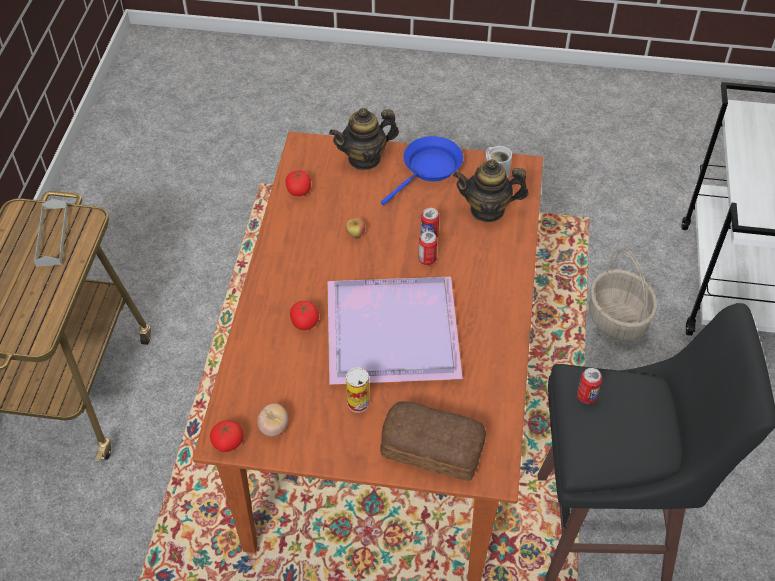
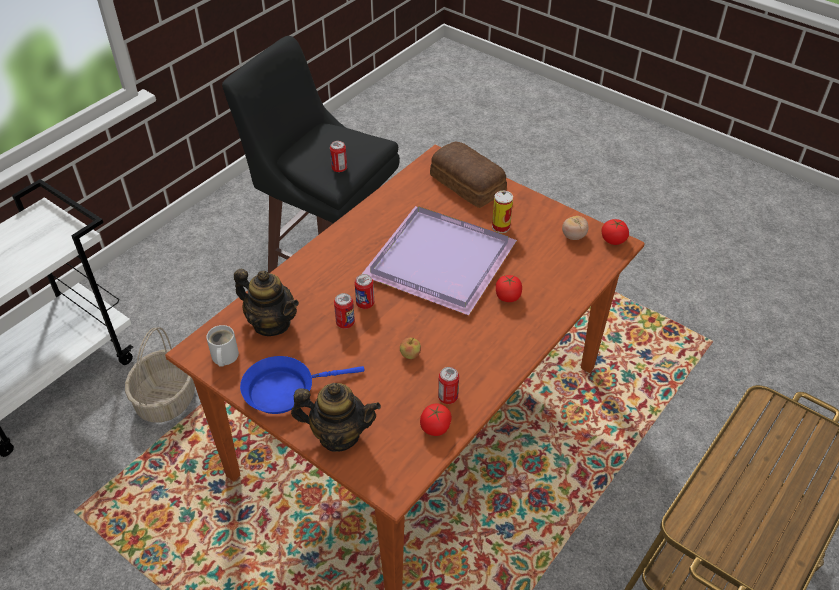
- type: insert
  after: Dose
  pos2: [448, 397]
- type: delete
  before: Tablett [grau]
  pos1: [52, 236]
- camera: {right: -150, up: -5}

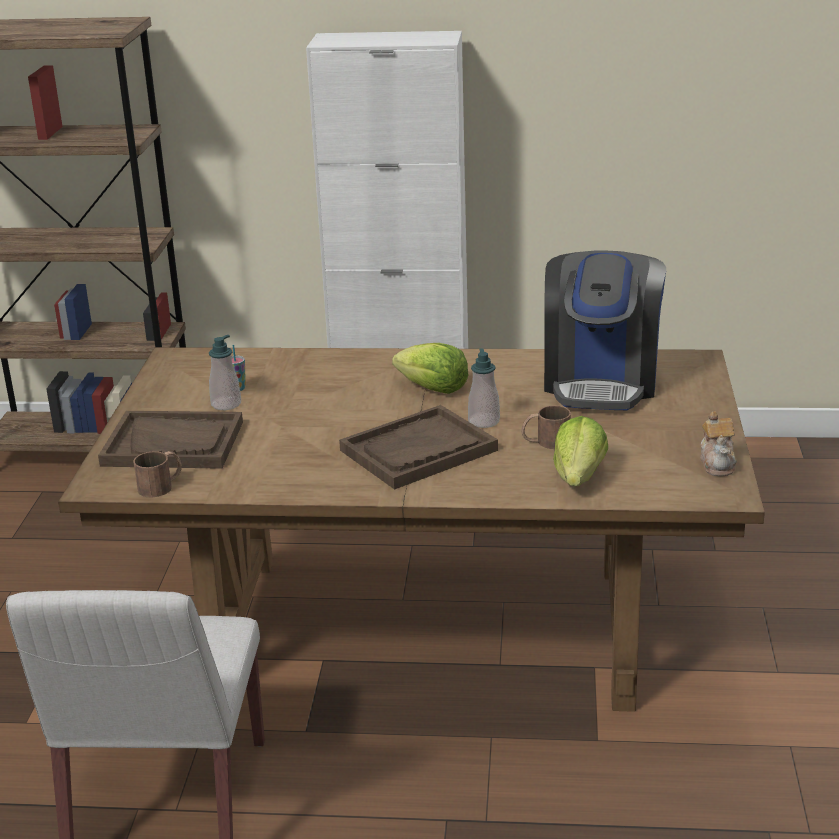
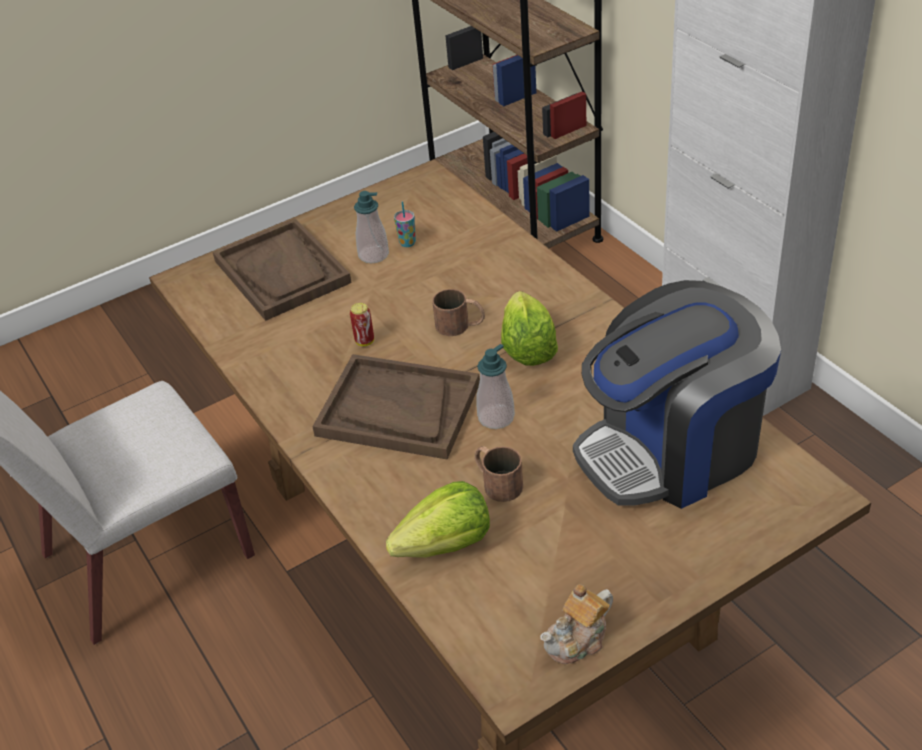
- type: insert
  after: Dose
  pos2: [365, 341]
- type: move
  before: Henkelbecher [braun]
  pos1: [162, 485]
  pos2: [460, 325]
- camera: {right: 55, up: 15}

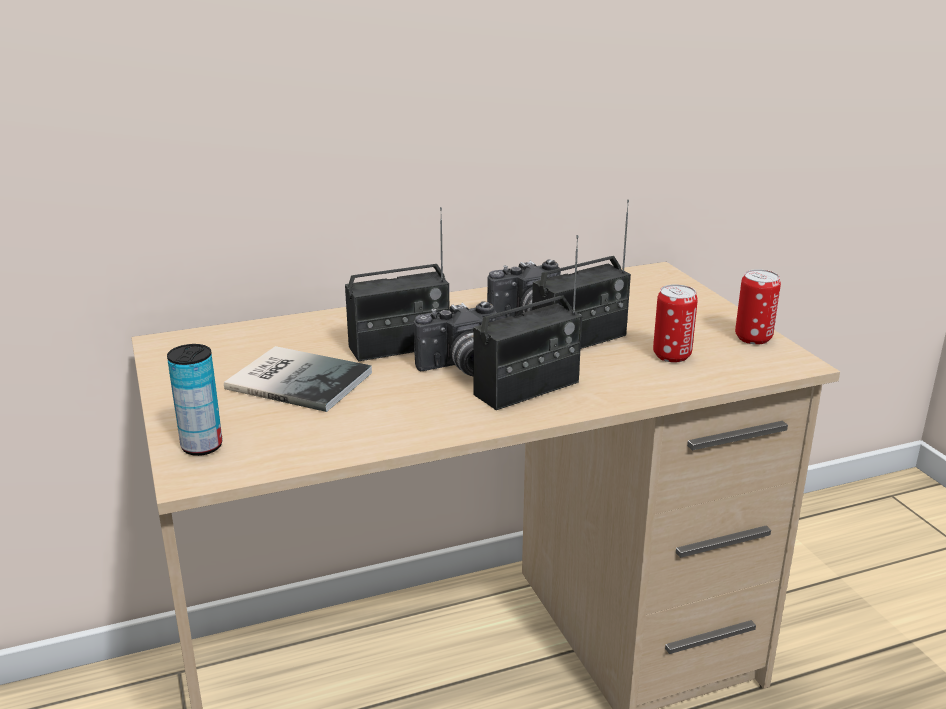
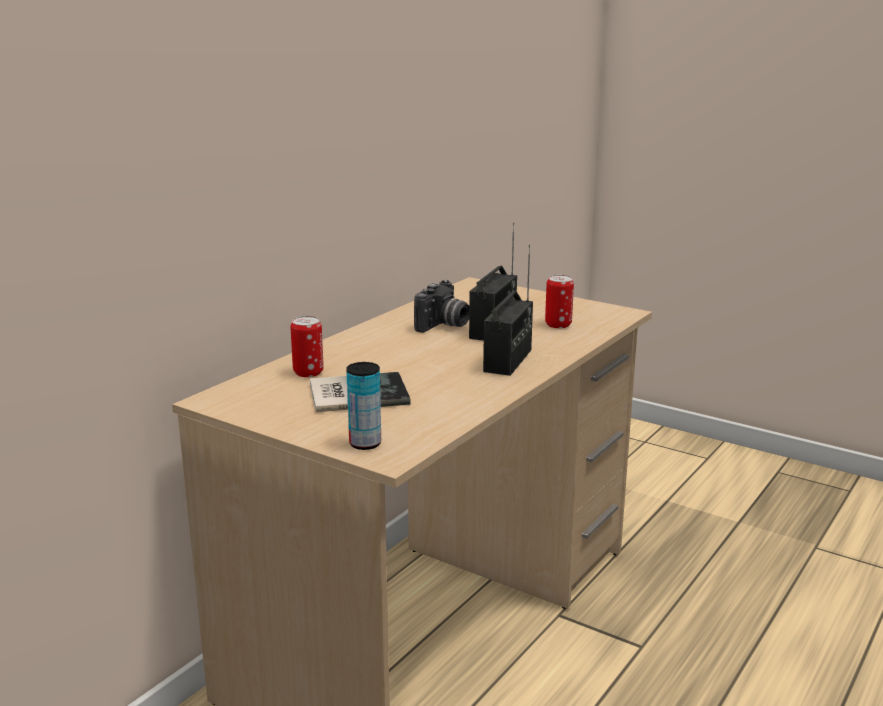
- type: move
  before: Dose
  pos1: [753, 338]
  pos2: [308, 372]
- type: delete
  before: Radio
  pos1: [399, 347]
- type: delete
  before: Kamera
  pos1: [462, 368]
- camera: {right: -35, up: -5}

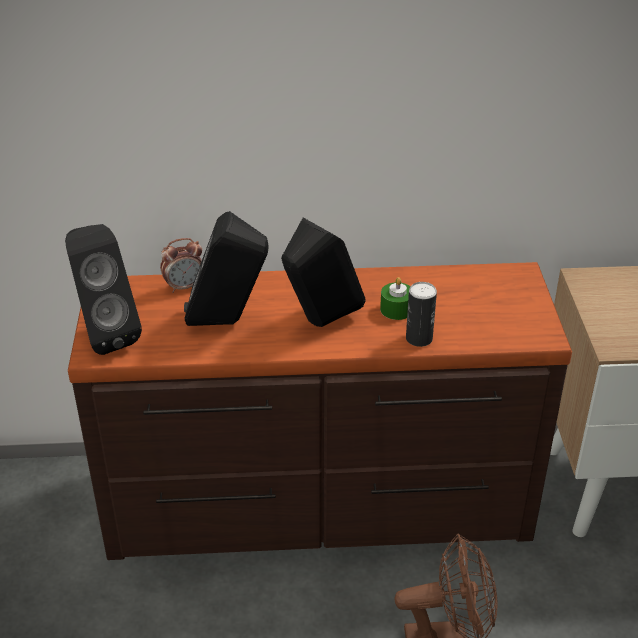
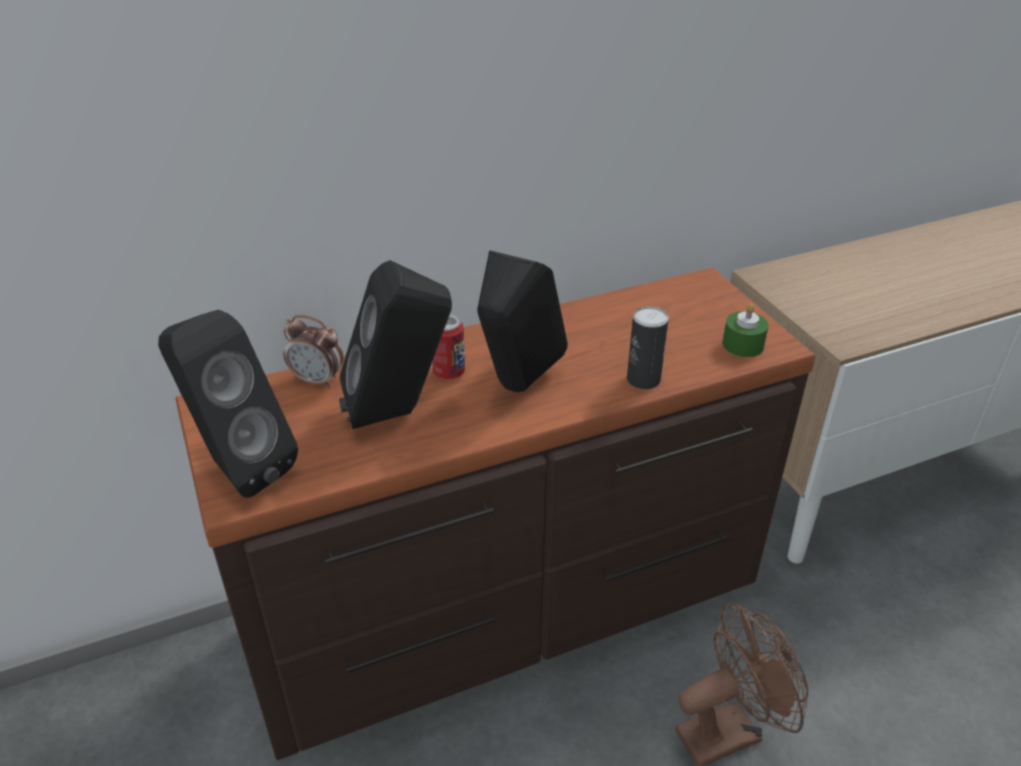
- type: rotate
  before: Wecker
  pos1: [184, 287]
  pos2: [318, 380]
  turn: 60
- type: insert
  after: Dose
  pos2: [449, 372]
- type: move
  before: Kerze [grün]
  pos1: [396, 309]
  pos2: [743, 345]
- camera: {right: -20, up: 0}

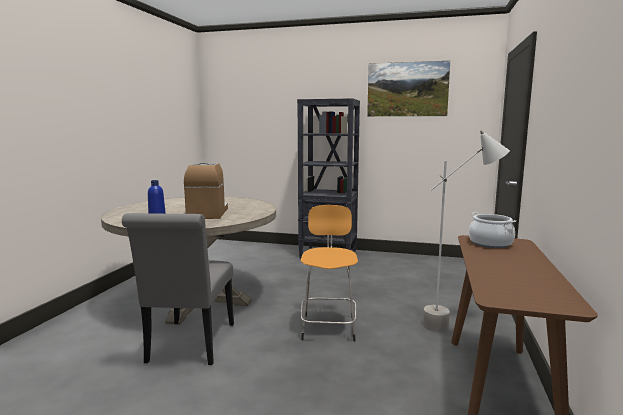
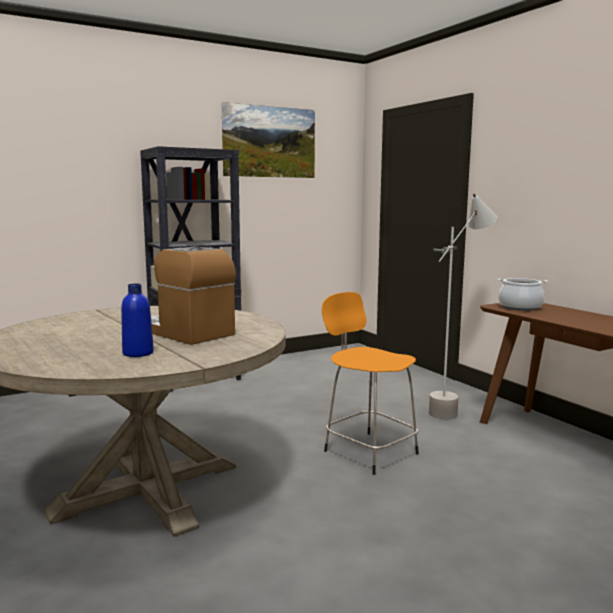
- type: delete
  before: Stuhl [grau]
  pos1: [190, 346]
- camera: {right: -45, up: 0}

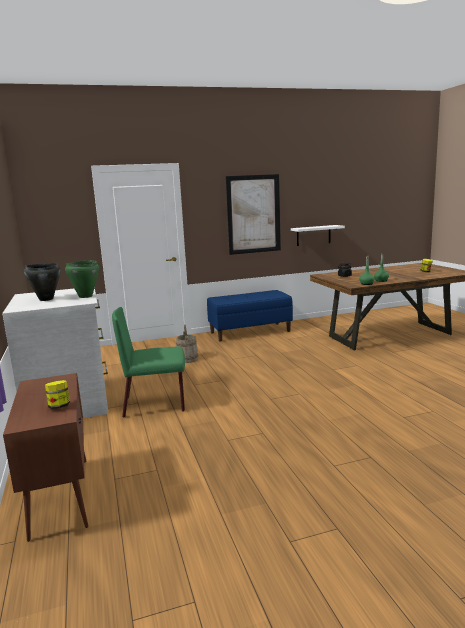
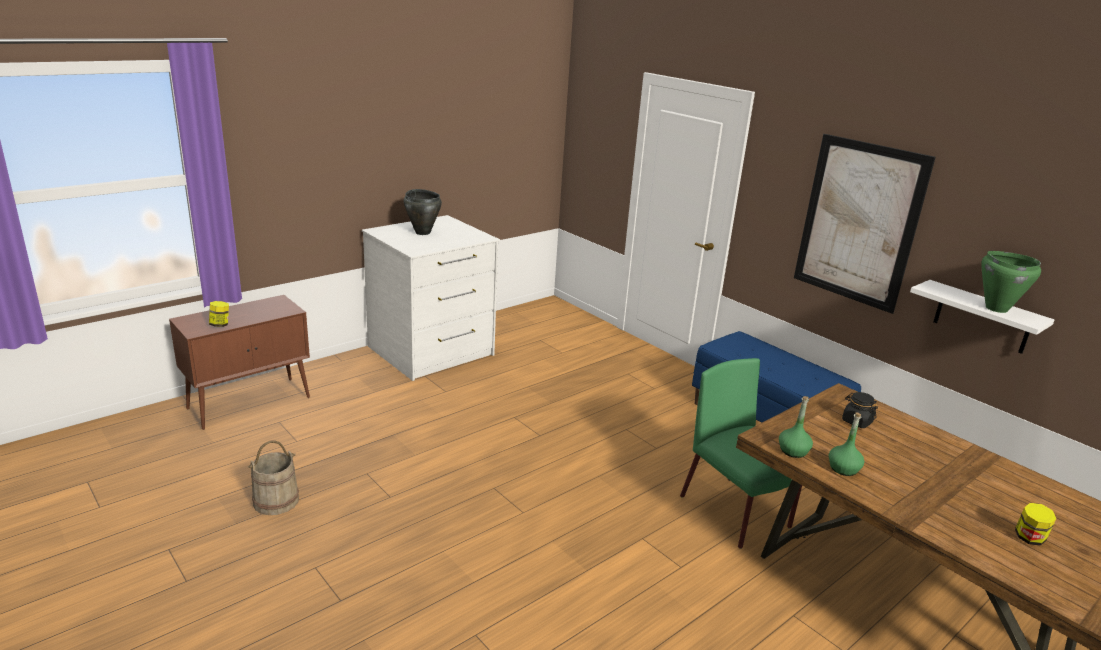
- type: move
  before: Eimer [beige]
  pos1: [187, 359]
  pos2: [276, 501]
- type: move
  before: Stuhl [grün]
  pos1: [155, 404]
  pos2: [736, 513]
- type: move
  before: Kochtopf [grün]
  pos1: [85, 296]
  pos2: [996, 308]
- camera: {right: 65, up: 10}

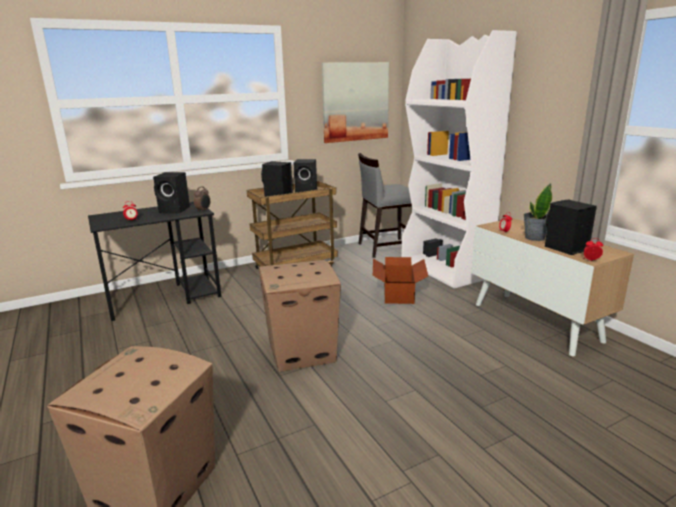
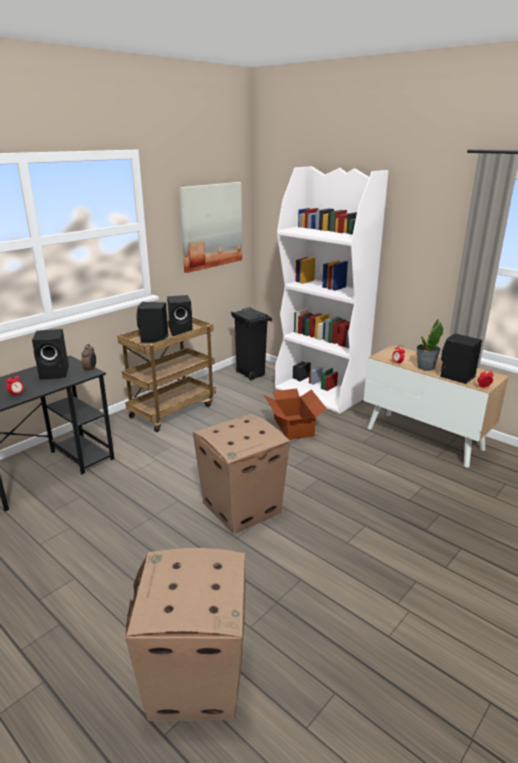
- type: replace
  before: Stuhl [grau]
  after: Mülleimer [schwarz]
  pos1: [386, 247]
  pos2: [250, 374]
- camera: {right: -20, up: 5}

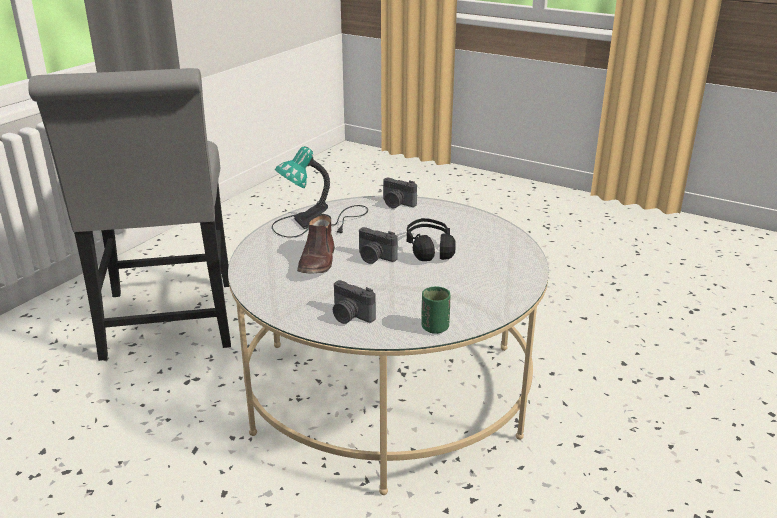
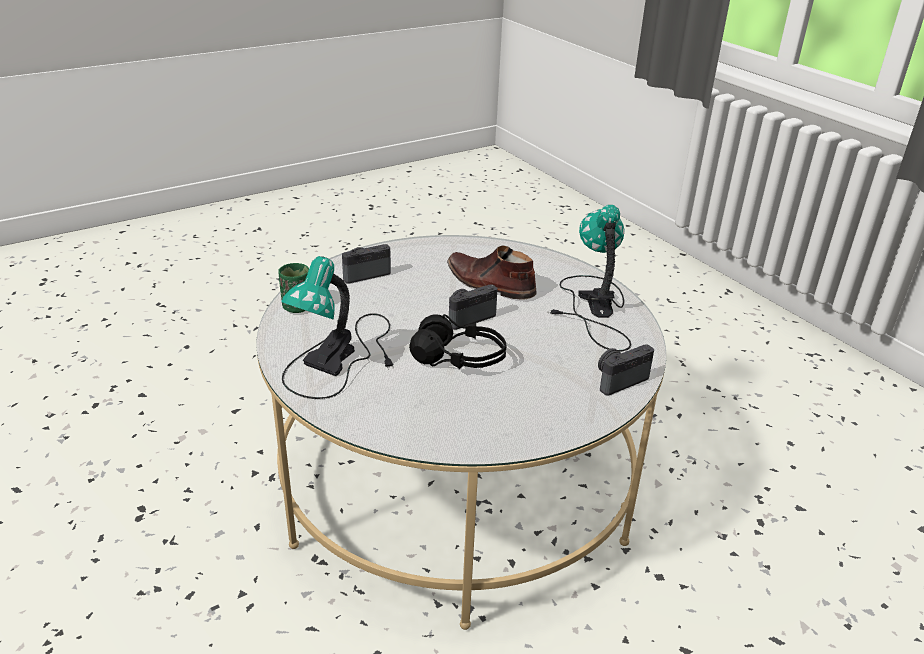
- type: insert
  after: Tischlampe
  pos2: [343, 357]
- type: delete
  before: Stuhl [grau]
  pos1: [168, 326]
- camera: {right: 115, up: 5}

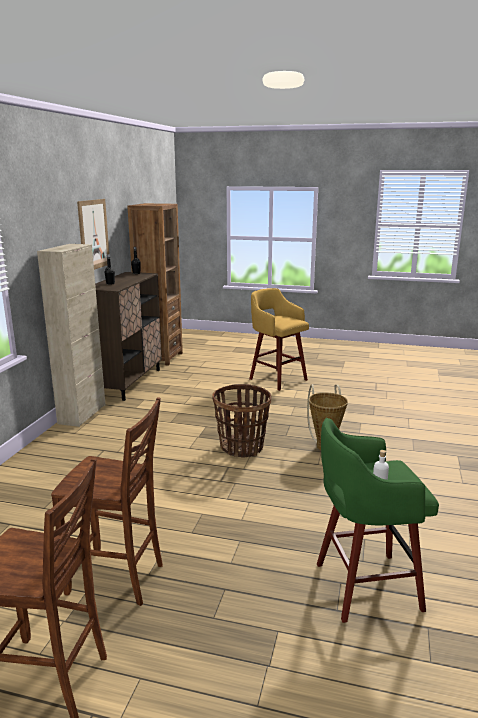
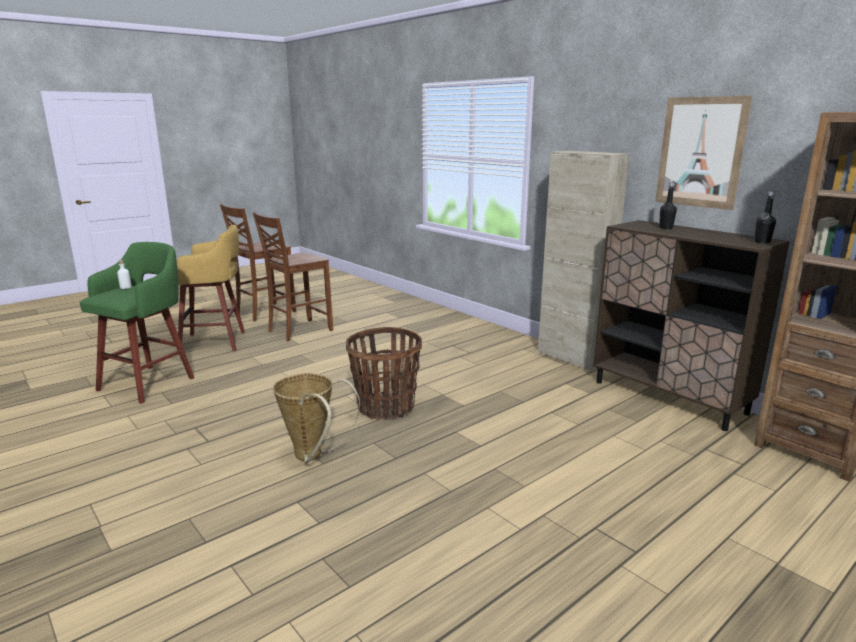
- type: move
  before: Hocker [gelb]
  pos1: [277, 379]
  pos2: [215, 342]
- camera: {right: 125, up: 0}

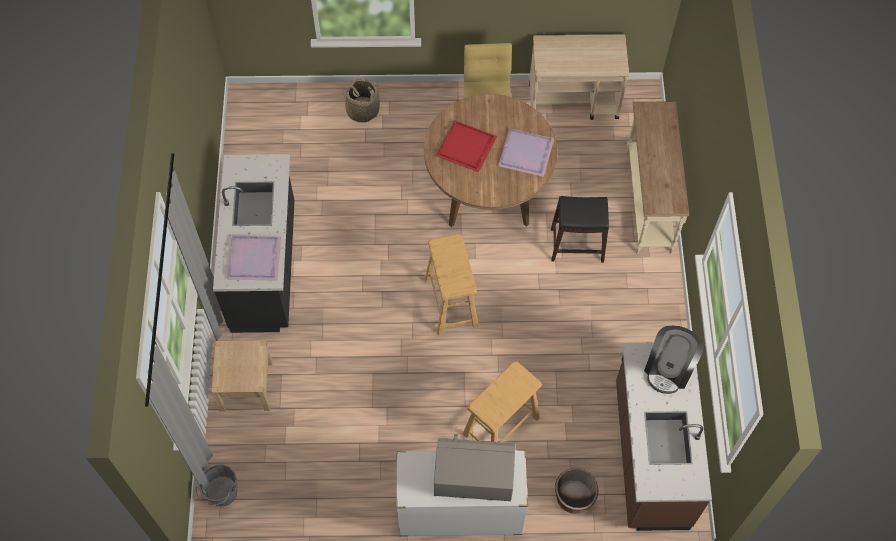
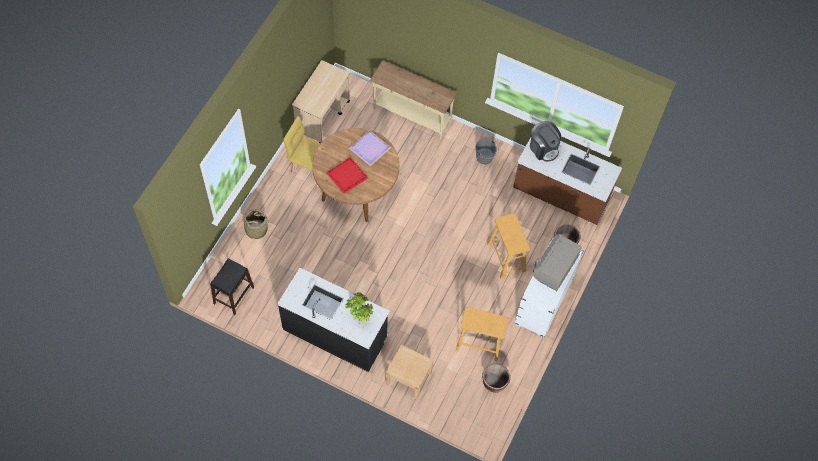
- type: move
  before: Hocker [schwarz]
  pos1: [576, 245]
  pos2: [233, 295]
- type: replace
  before: Tablett [lila]
  after: Topfpflanze
  pos1: [253, 258]
  pos2: [360, 317]
- type: move
  before: Hocker [beige]
  pos1: [451, 302]
  pos2: [479, 343]
- type: move
  before: Eimer [grau]
  pos1: [221, 494]
  pos2: [485, 158]
- type: insert
  after: Pflanzkübel [braun]
  pos2: [494, 382]
- camera: {right: -65, up: 0}

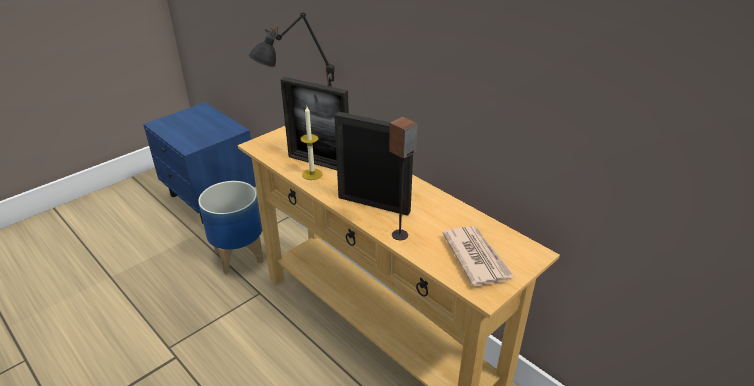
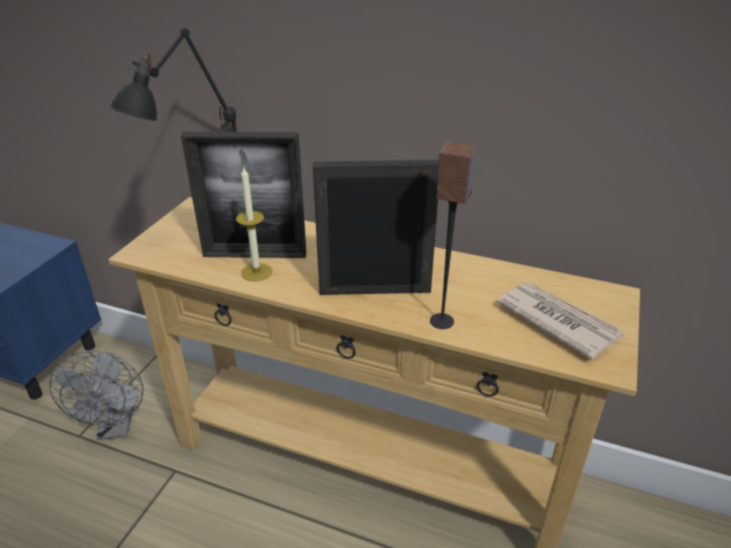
- type: replace
  before: Pflanzkübel
  after: Ventilator [grau]
  pos1: [240, 256]
  pos2: [116, 427]
- camera: {right: -25, up: 0}

